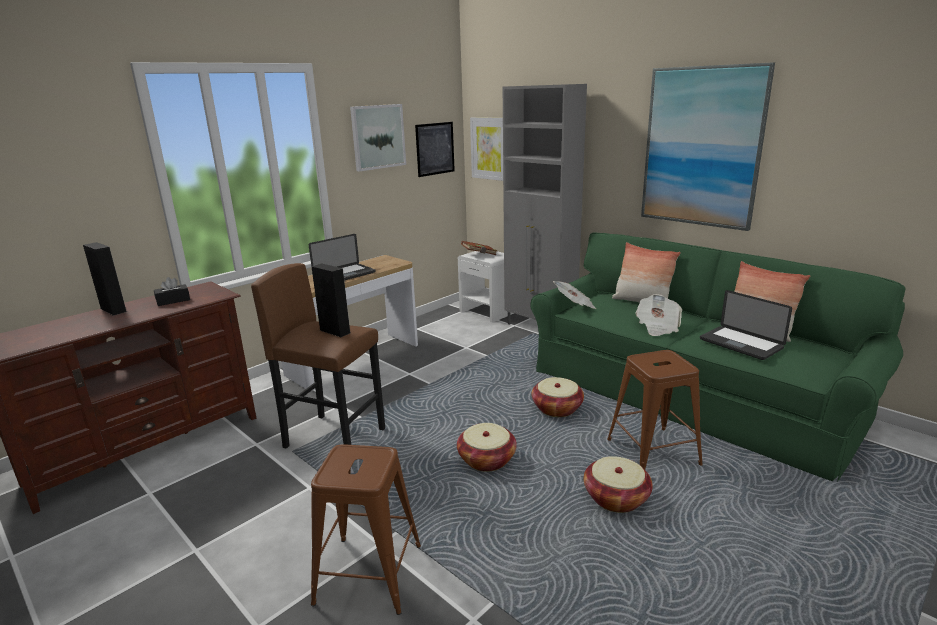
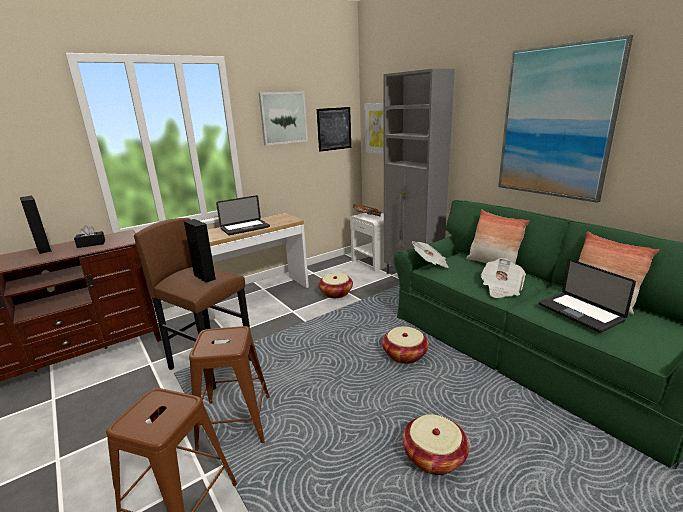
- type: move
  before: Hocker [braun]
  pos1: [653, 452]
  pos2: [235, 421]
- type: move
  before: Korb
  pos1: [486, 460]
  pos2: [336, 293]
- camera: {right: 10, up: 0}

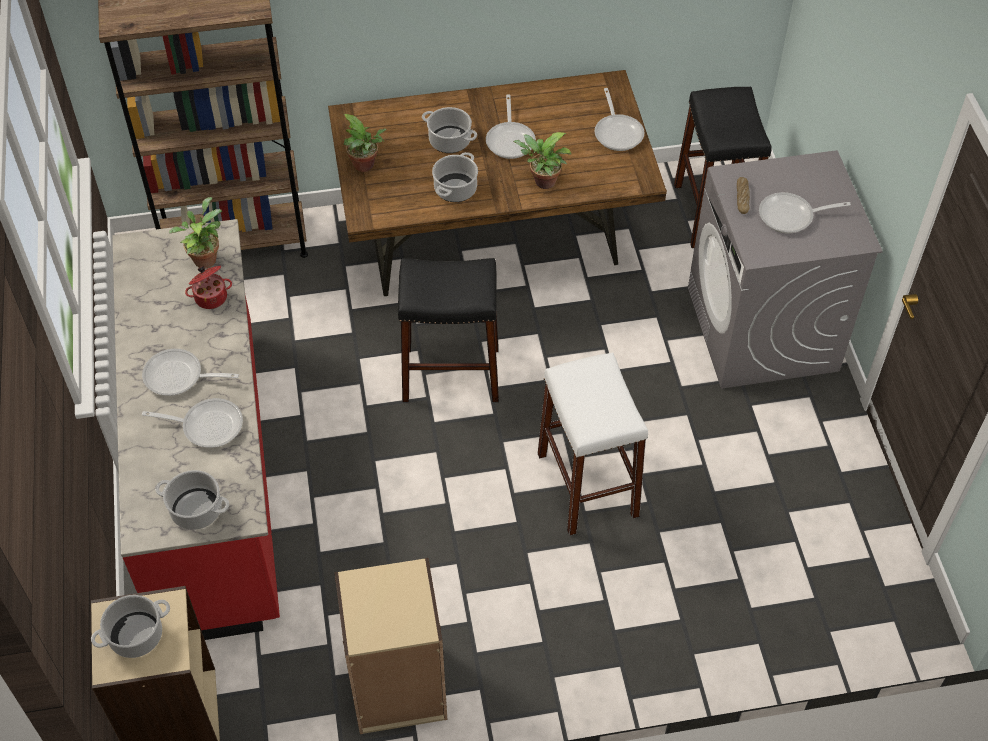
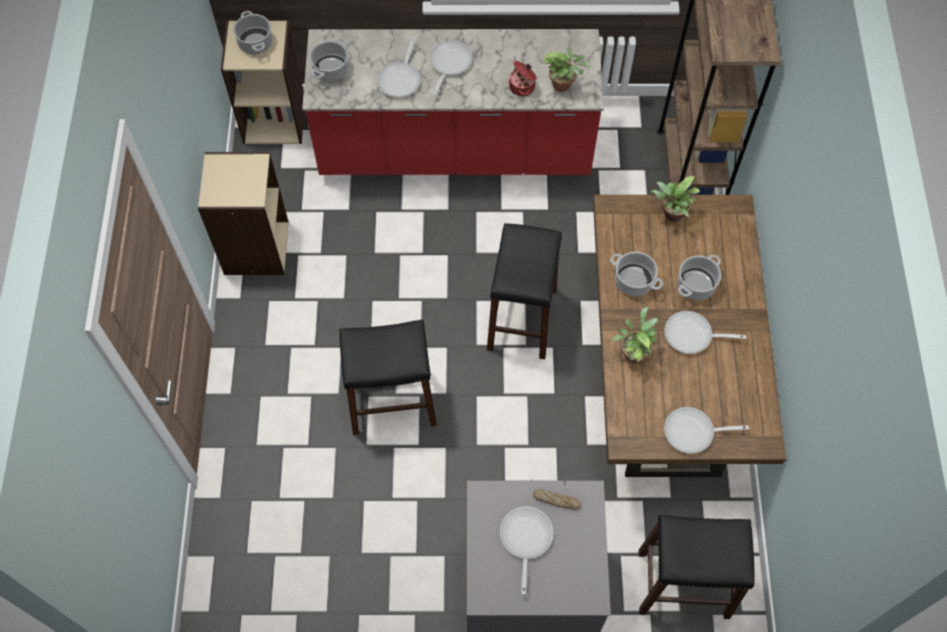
- type: recolor
  before: Hocker [weiß]
  after: Hocker [schwarz]
  pos1: [587, 484]
  pos2: [392, 402]
- camera: {right: 100, up: 10}

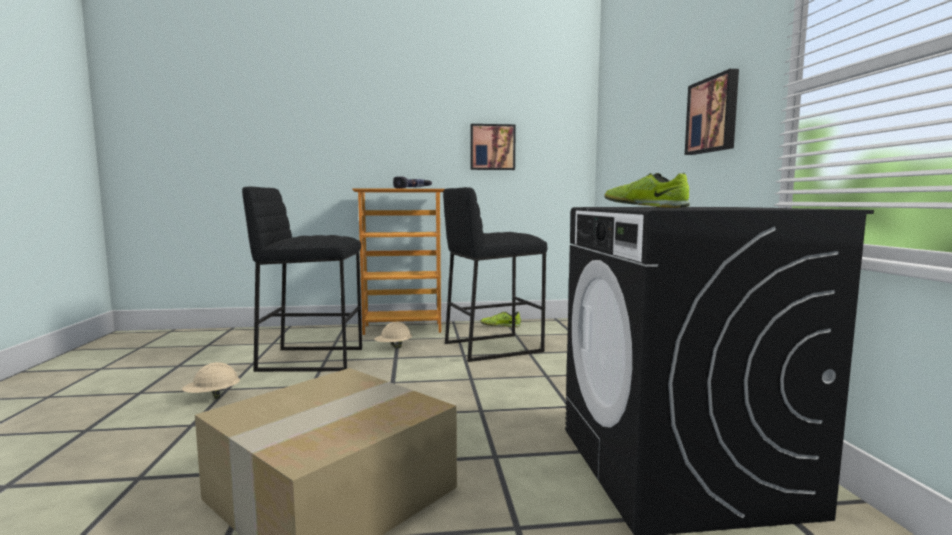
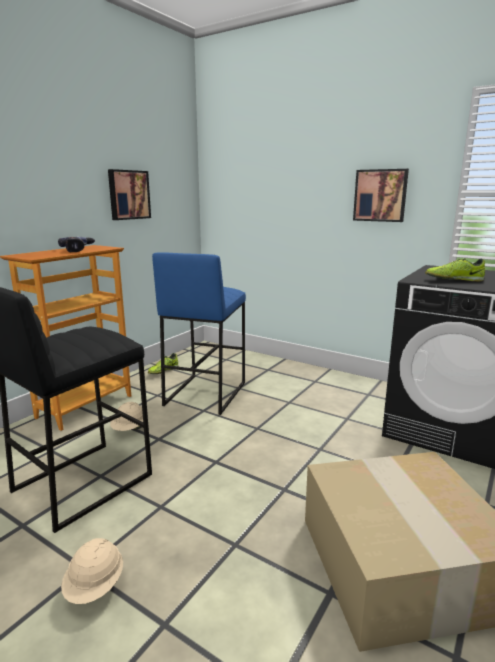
- type: recolor
  before: Hocker [schwarz]
  after: Hocker [blau]
  pos1: [492, 347]
  pos2: [204, 393]
- camera: {right: -50, up: 10}

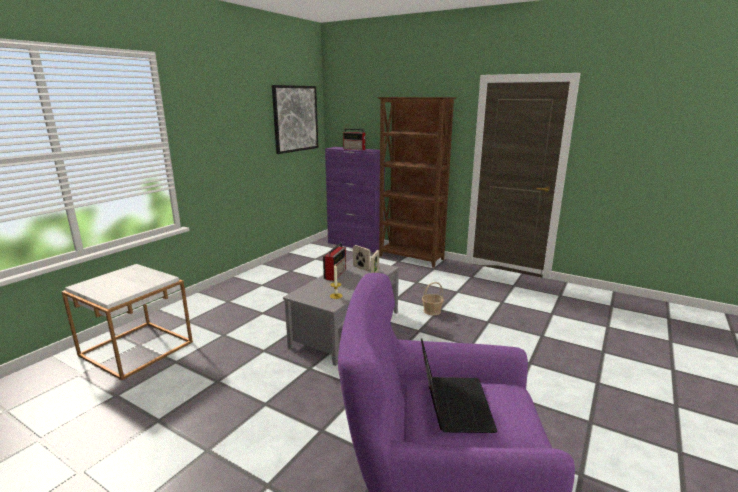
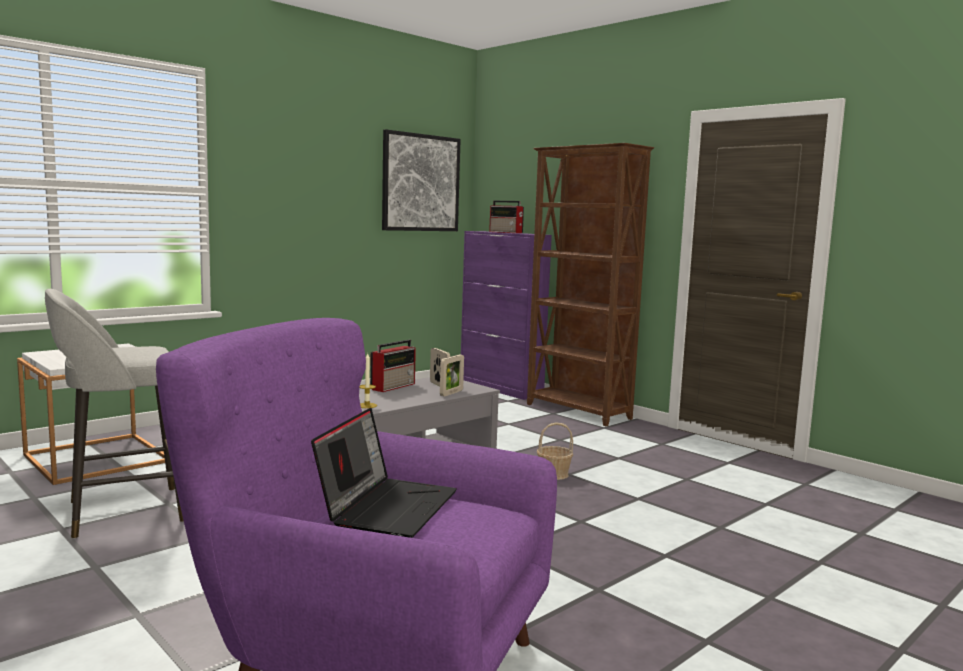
- type: insert
  after: Hocker [grau]
  pos2: [122, 512]
- camera: {right: 15, up: -10}

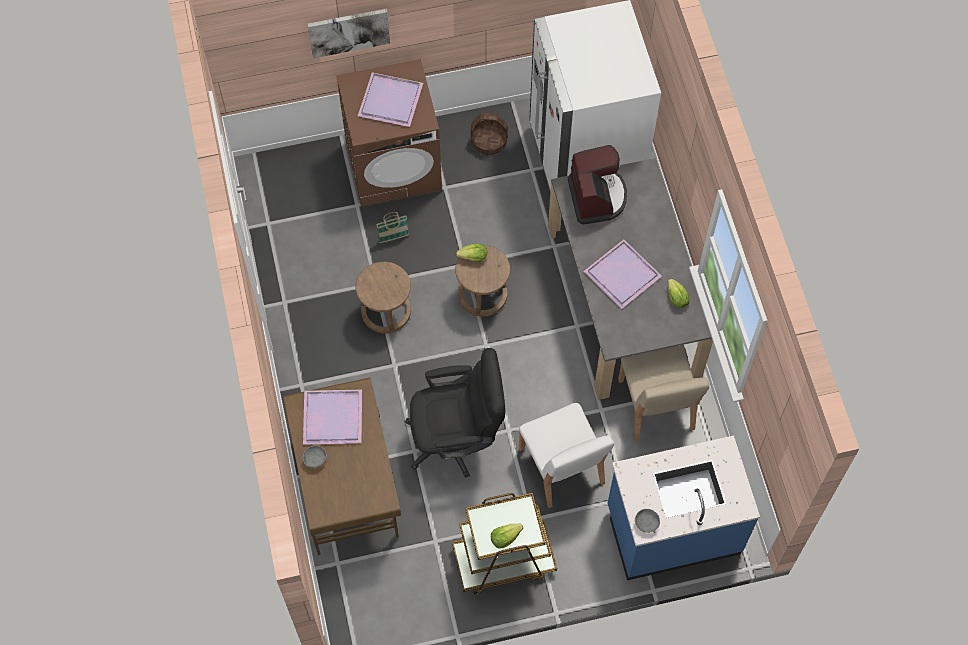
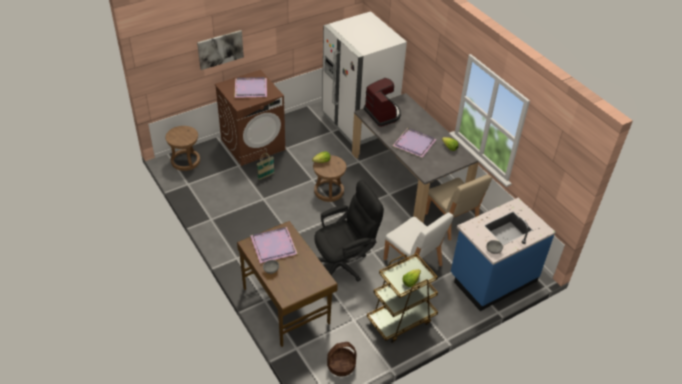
- type: move
  before: Hocker [braun]
  pos1: [386, 311]
  pos2: [185, 161]
- type: move
  before: Korb
  pos1: [489, 141]
  pos2: [341, 365]
- camera: {right: -20, up: -20}

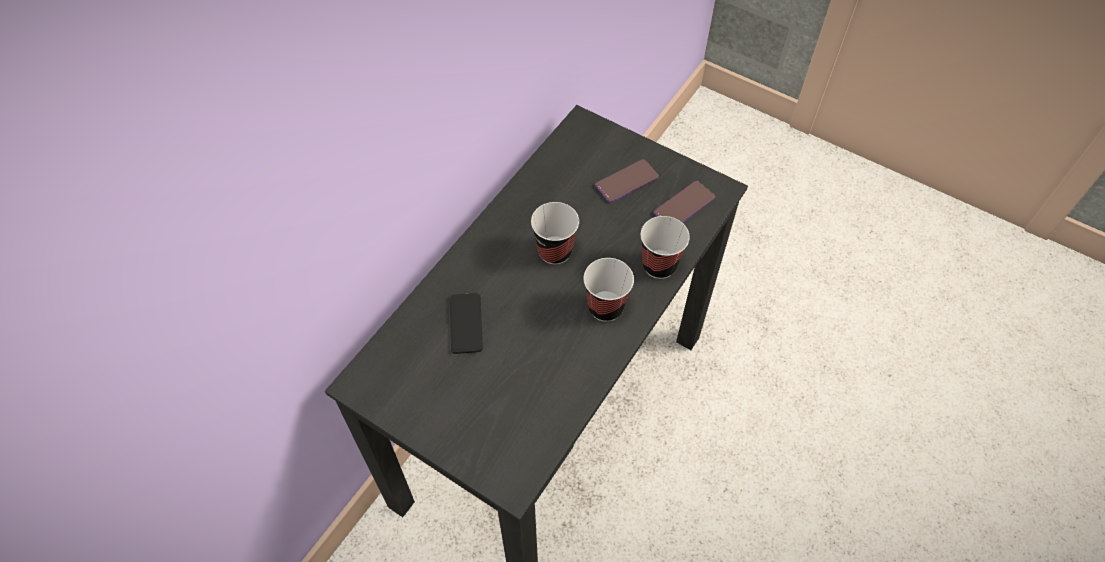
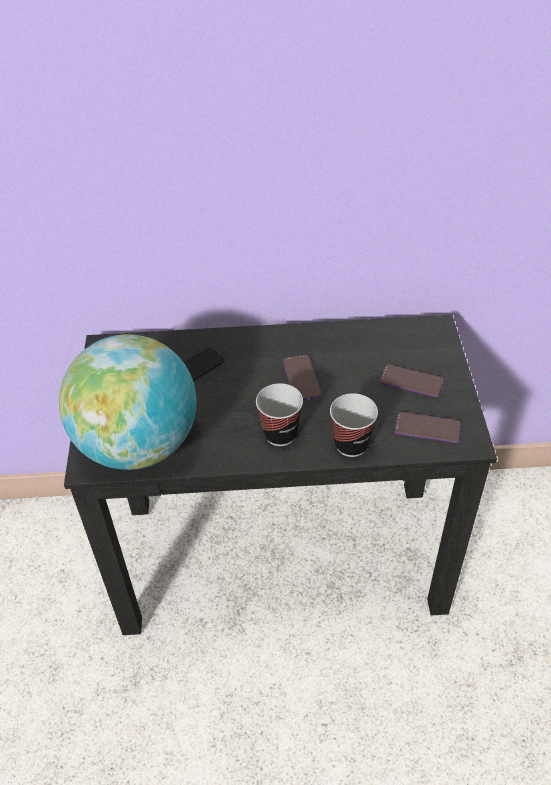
- type: insert
  after: Globus
  pos2: [139, 444]
- type: replace
  before: Tasse
  after: Handy
  pos1: [554, 251]
  pos2: [301, 378]
- camera: {right: 55, up: -10}

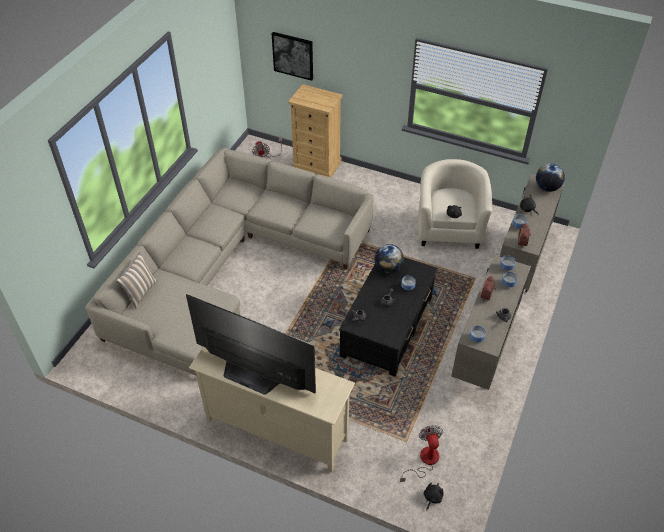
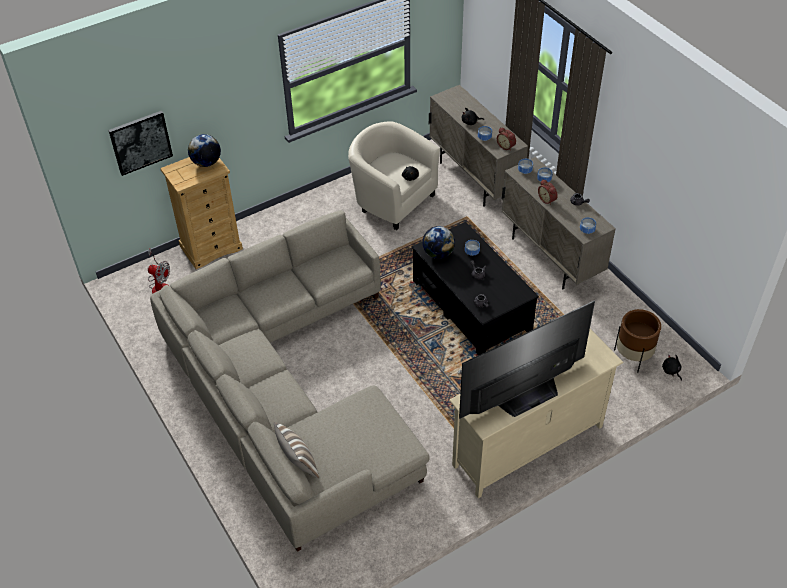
- type: move
  before: Globus
  pos1: [547, 188]
  pos2: [206, 163]
- type: replace
  before: Ventilator
  after: Pflanzkübel [braun]
  pos1: [424, 461]
  pos2: [633, 356]
- camera: {right: -55, up: 0}

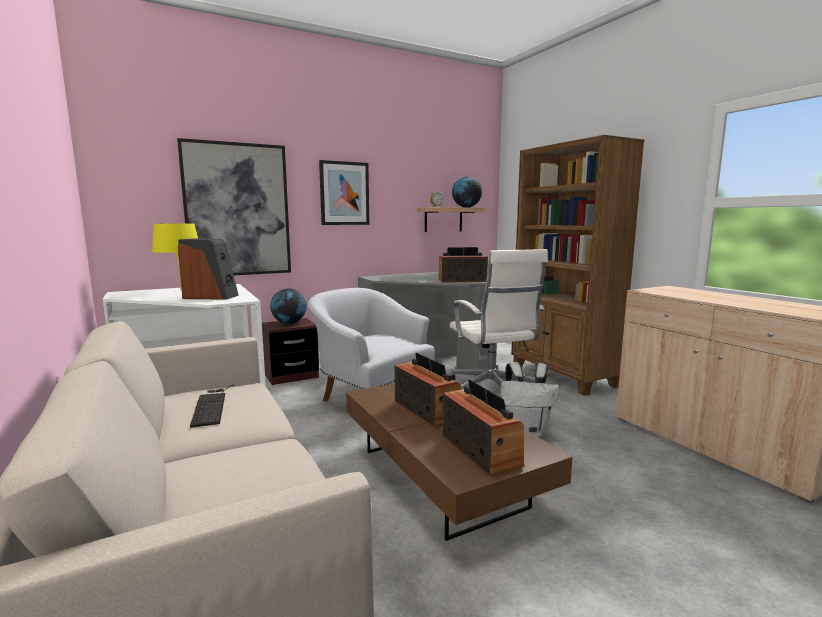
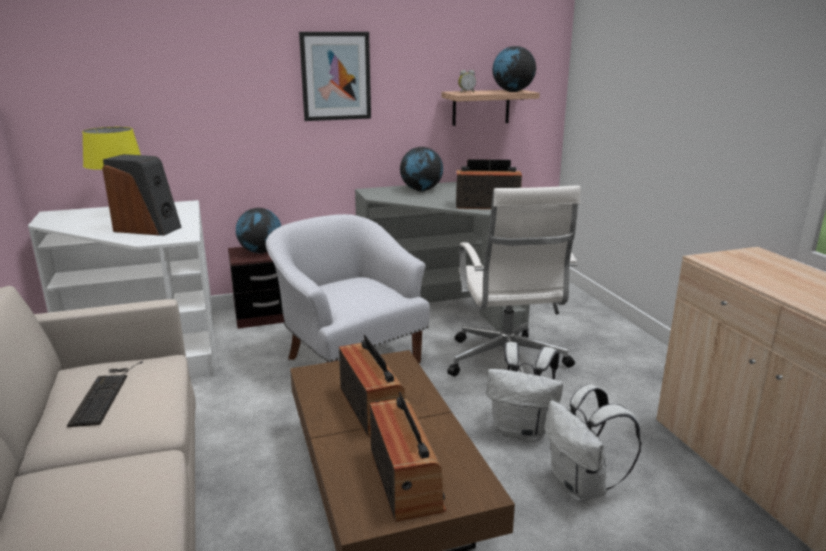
- type: insert
  after: Globus
  pos2: [421, 190]
- type: insert
  after: Rucksack [weiß]
  pos2: [581, 487]
- type: delete
  before: Bild
  pos1: [237, 210]
- type: delete
  before: Bücherregal [braun]
  pos1: [562, 376]
- camera: {right: 10, up: 10}

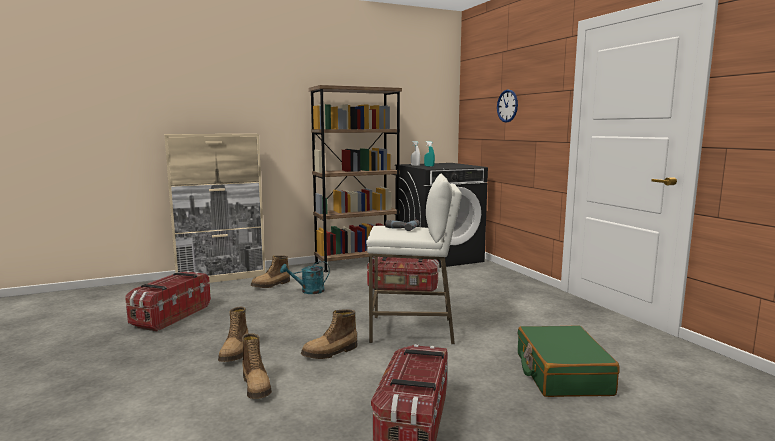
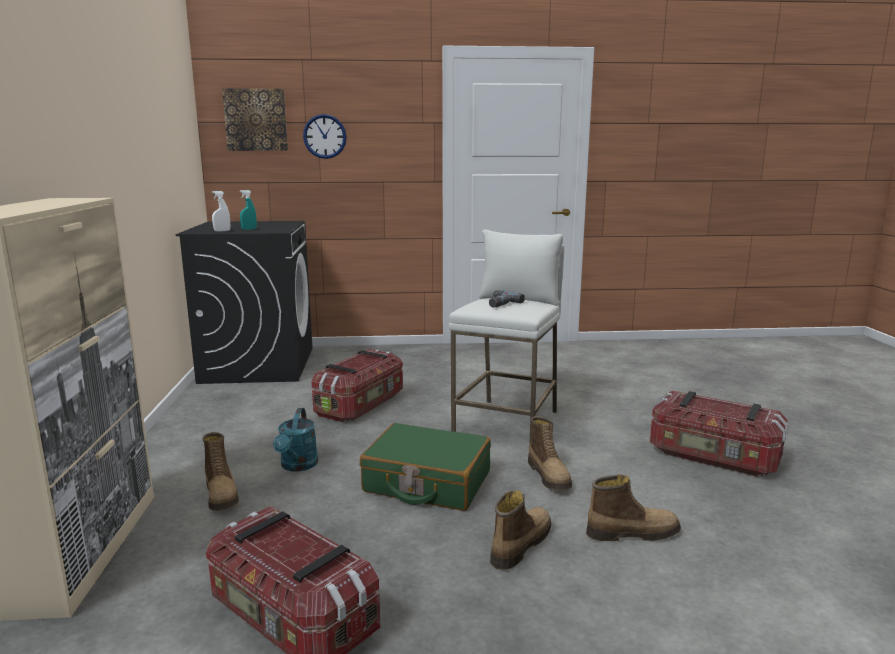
- type: insert
  after: Bild
  pos2: [256, 120]
- type: move
  before: Koffer [grün]
  pos1: [561, 373]
  pos2: [427, 482]
- type: rotate
  before: Stiefel
  pos1: [236, 352]
  pos2: [519, 545]
  turn: -75
- type: delete
  before: Bücherregal [braun]
  pos1: [357, 263]
- camera: {right: -70, up: 5}

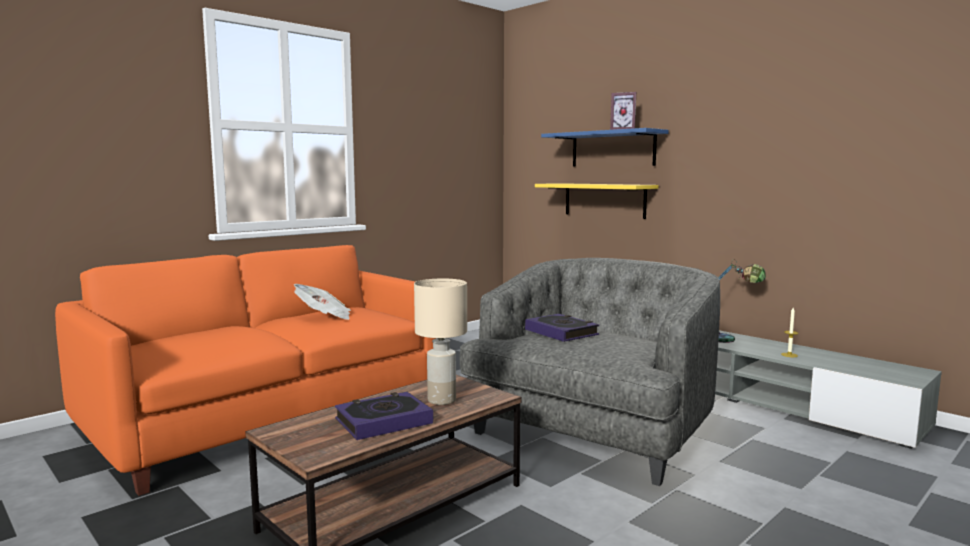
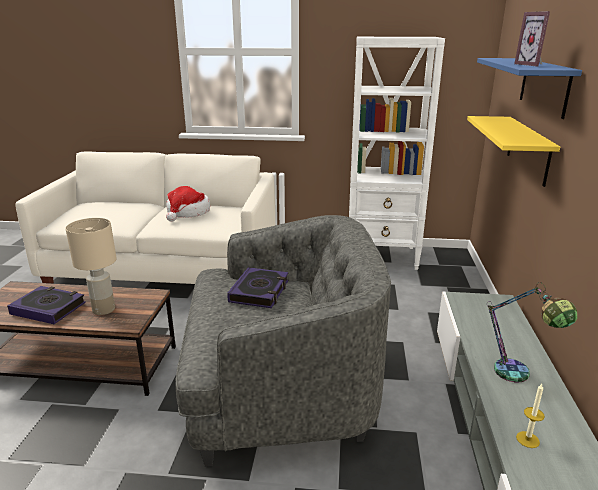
- type: recolor
  before: Sofa [orange]
  after: Sofa [weiß]
  pos1: [267, 418]
  pos2: [166, 268]
- type: replace
  before: Zeitung
  after: Hut
  pos1: [324, 317]
  pos2: [188, 213]
- type: insert
  after: Bücherregal [weiß]
  pos2: [382, 256]
- camera: {right: 50, up: 15}

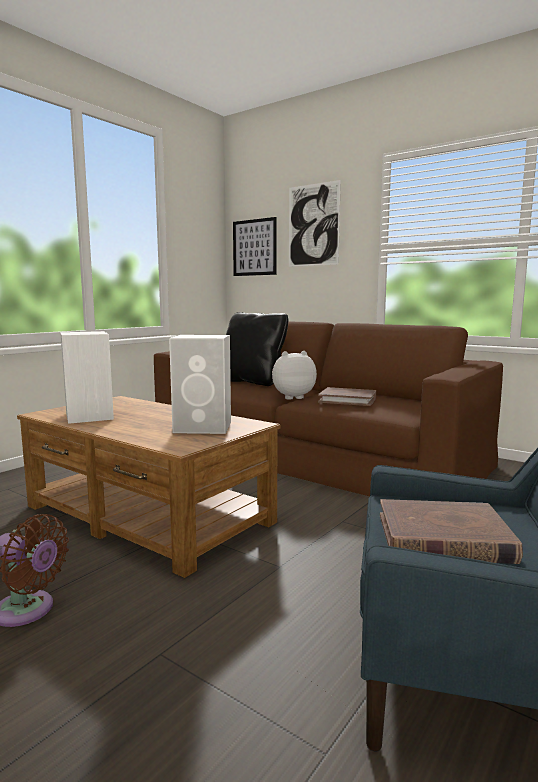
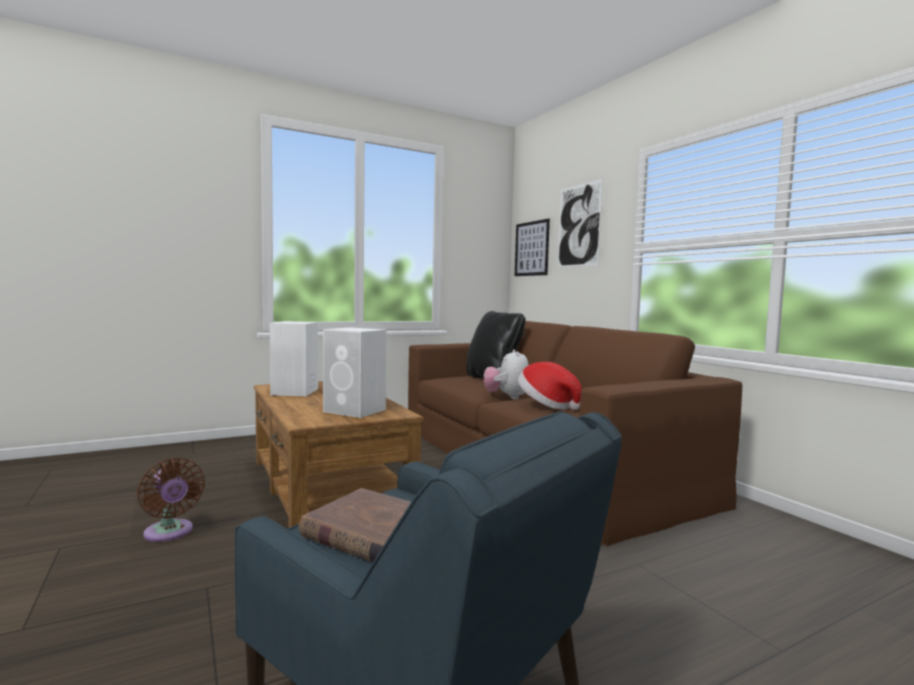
- type: rotate
  before: Plüschtier
  pos1: [292, 397]
  pos2: [507, 397]
  turn: -105
- type: replace
  before: Buch [braun]
  after: Hut
  pos1: [347, 400]
  pos2: [547, 405]
- camera: {right: 25, up: -5}

